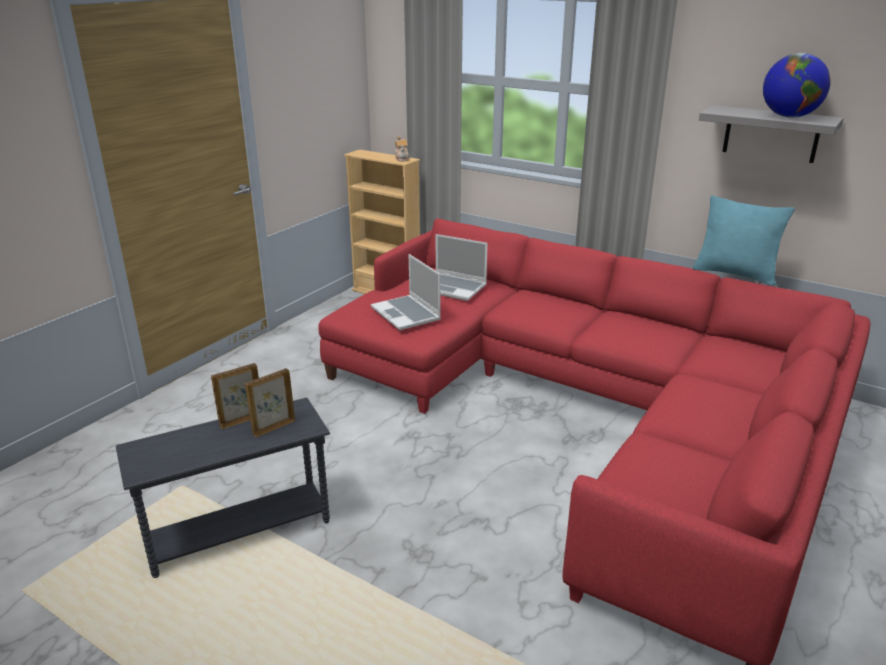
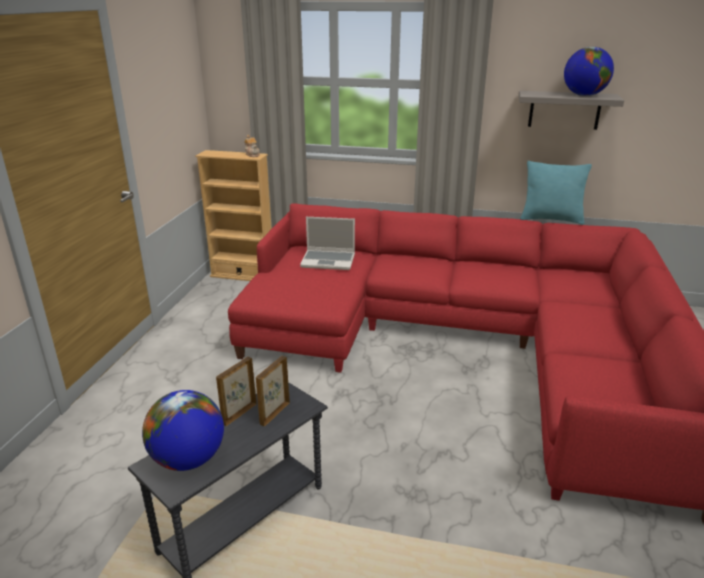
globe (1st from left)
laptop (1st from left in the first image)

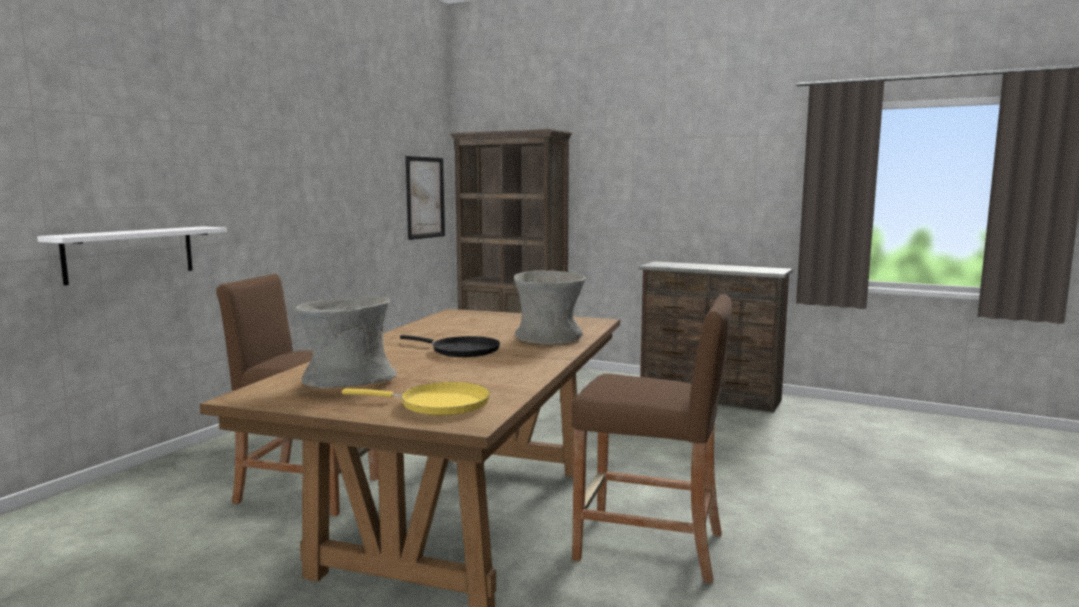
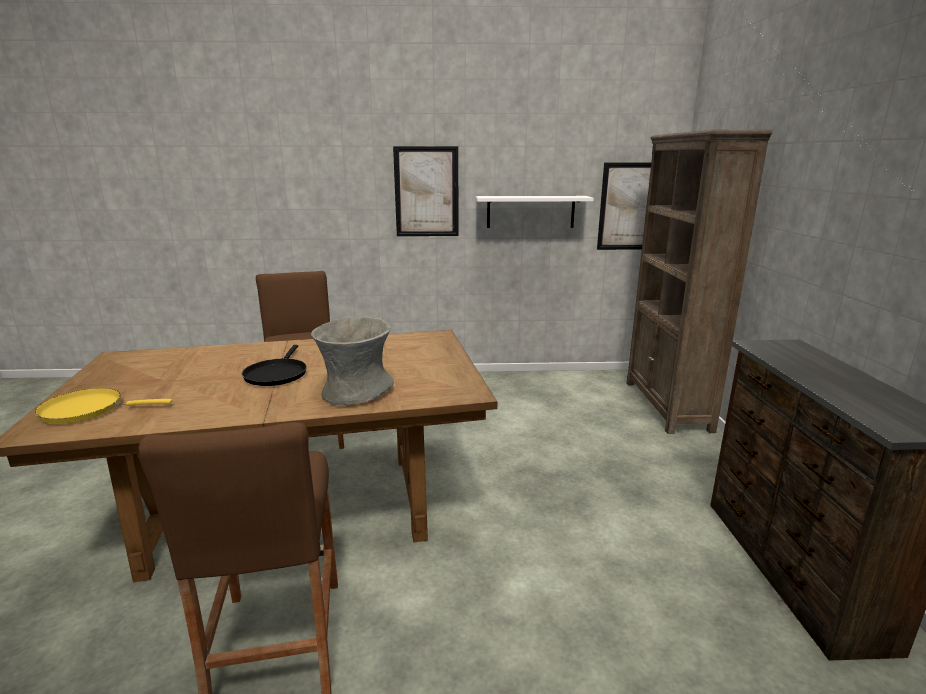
frying pan (yellow)
picture (1st from left)
shelf (white)
vase (grey) (1st from left in the first image)

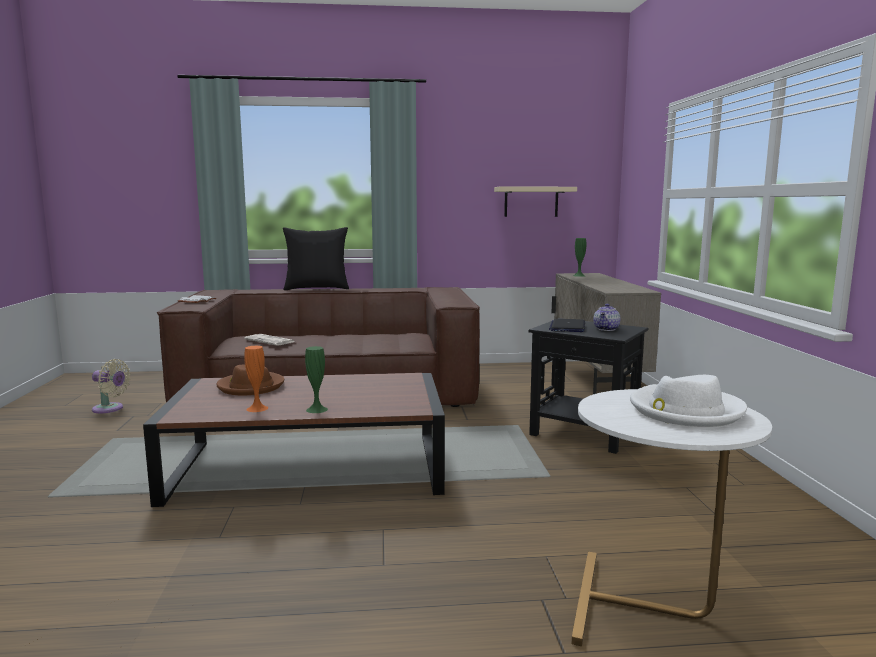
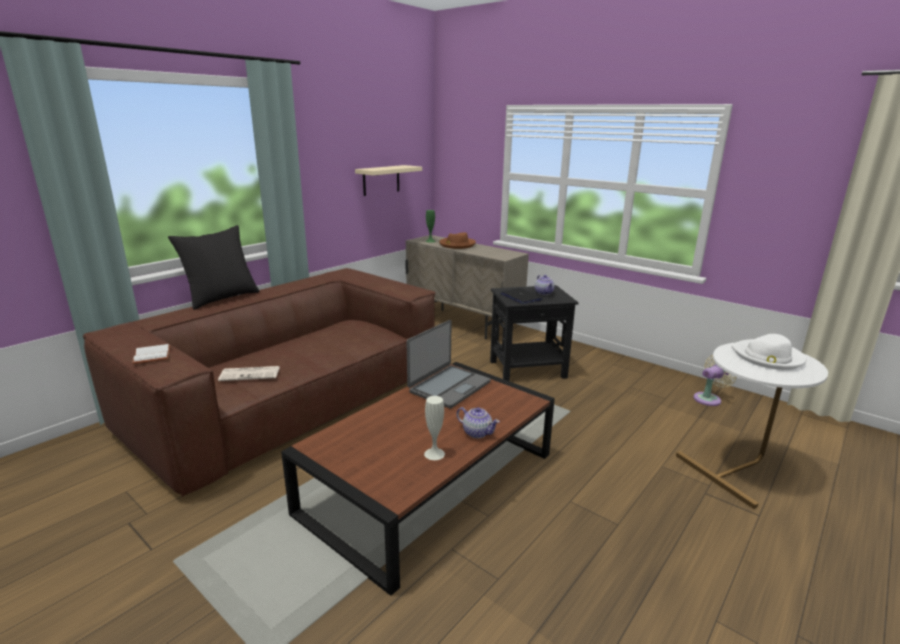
laptop (1st from left)
vase (white)
hat (brown)
teapot (1st from left)
fan (beige)

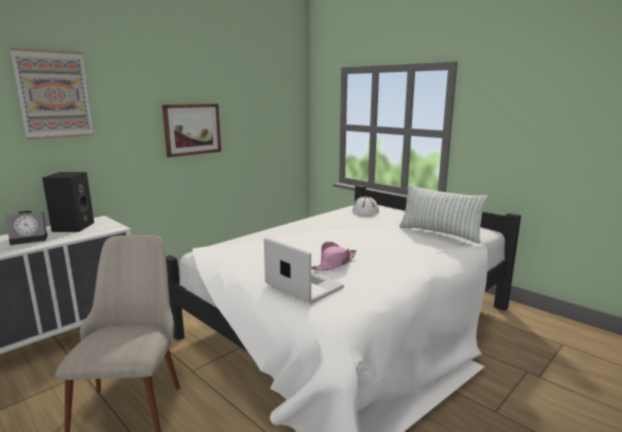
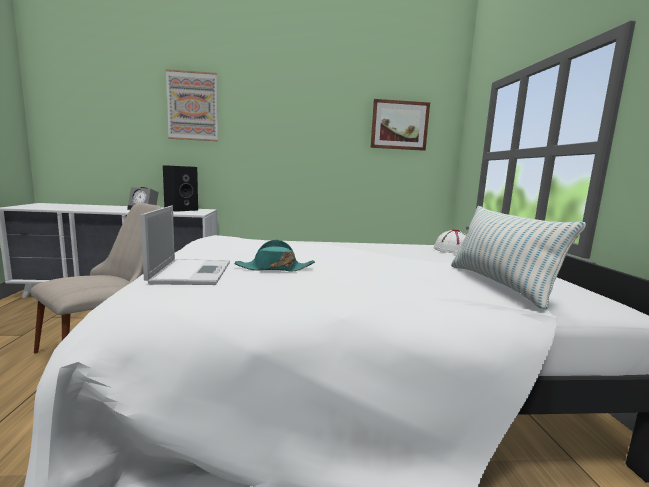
hat (turquoise)
picture (2nd from left)

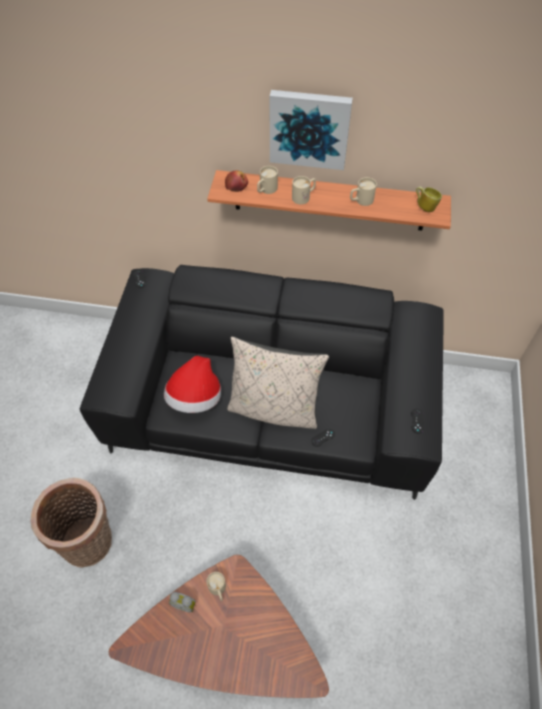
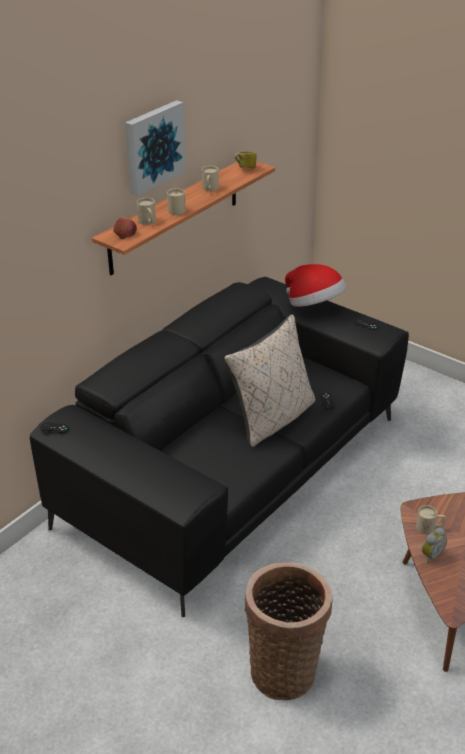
hat

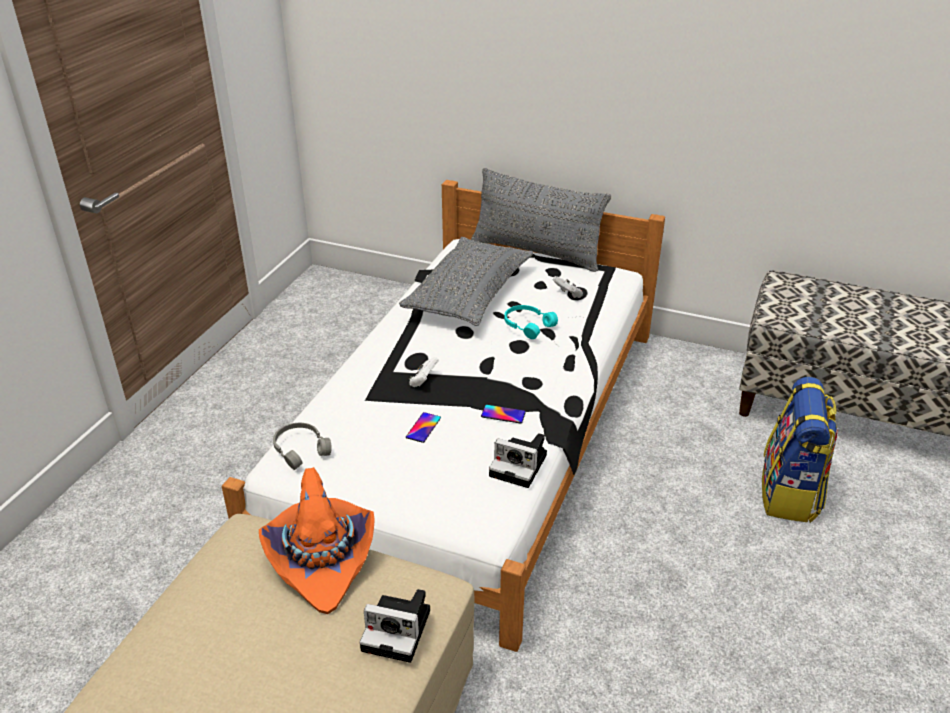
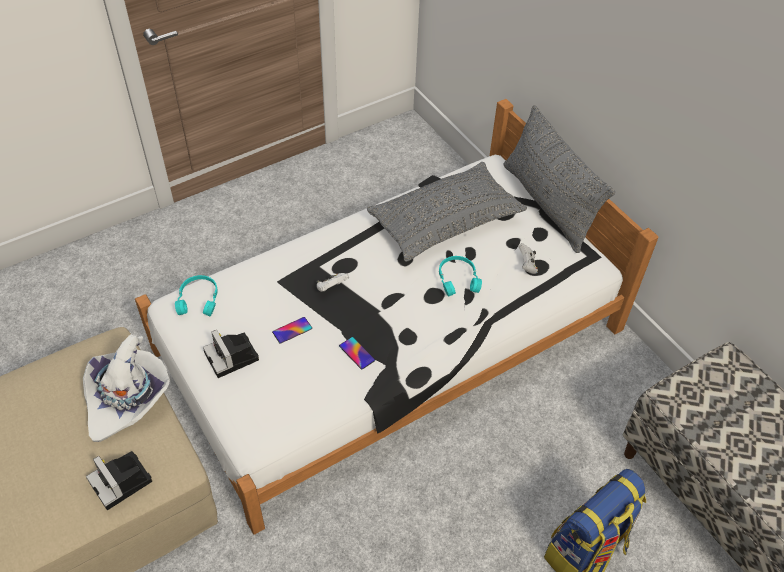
hat (white)
headphones (turquoise) (1st from left)
photo camera (2nd from left)

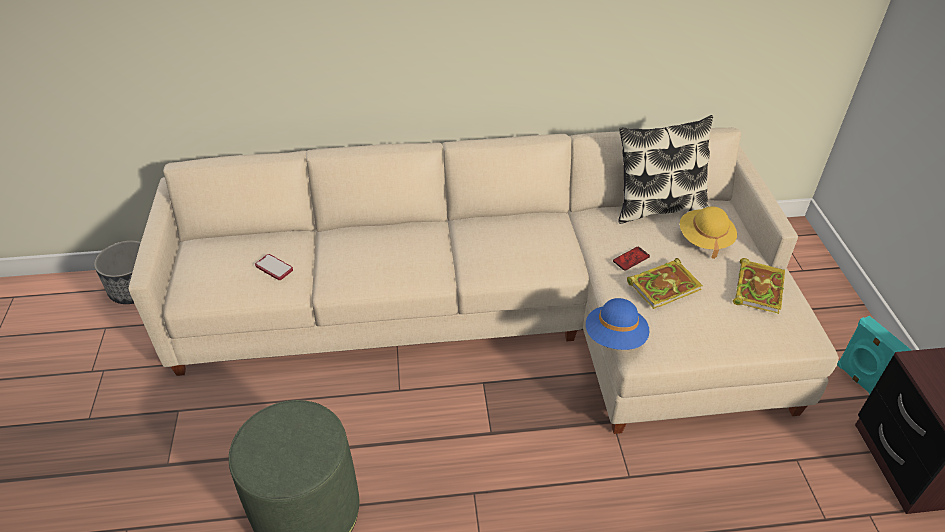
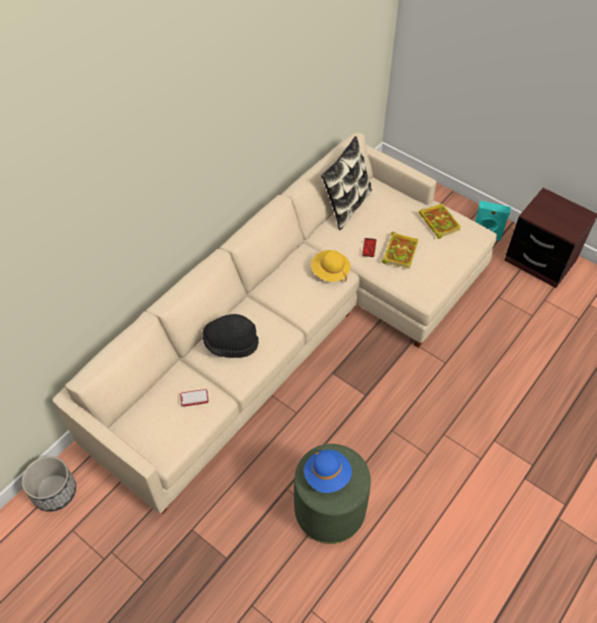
hat (black)
hat (blue)
hat (yellow)

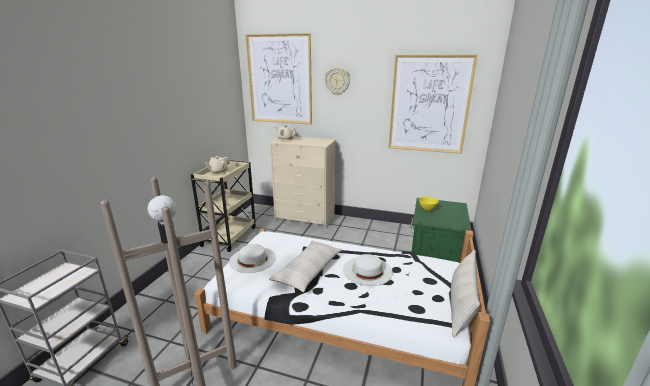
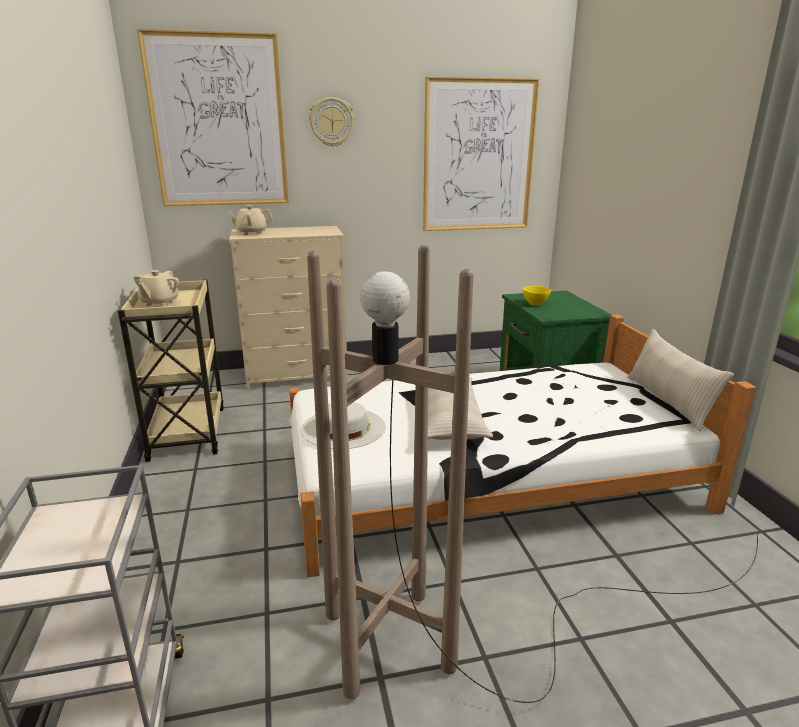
hat (white) (2nd from left in the first image)

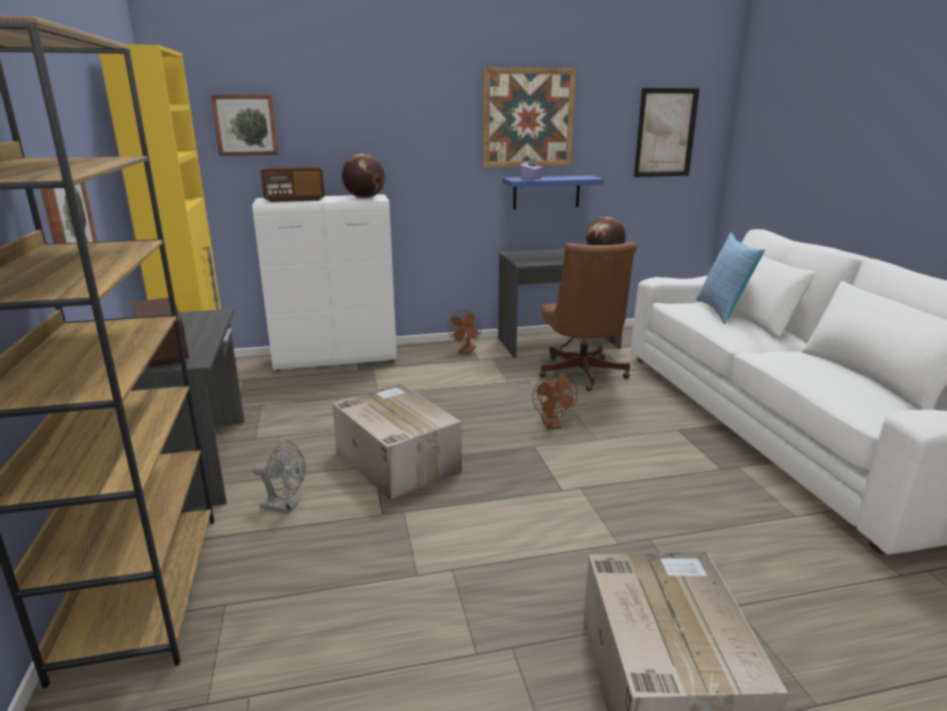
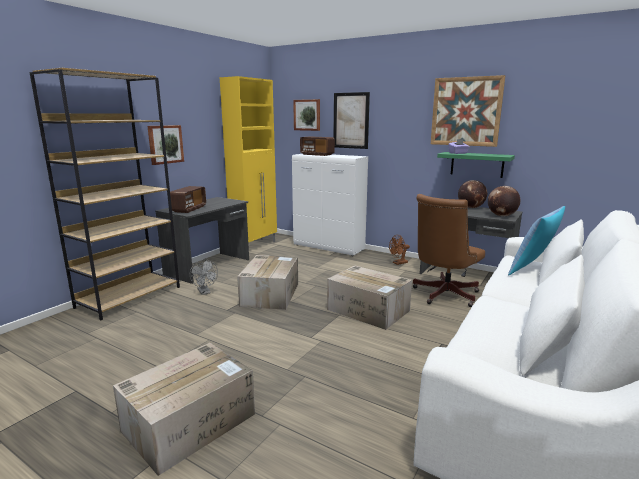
cardboard box (3rd from left)
picture (3rd from left)
shelf (green)
globe (1st from left)

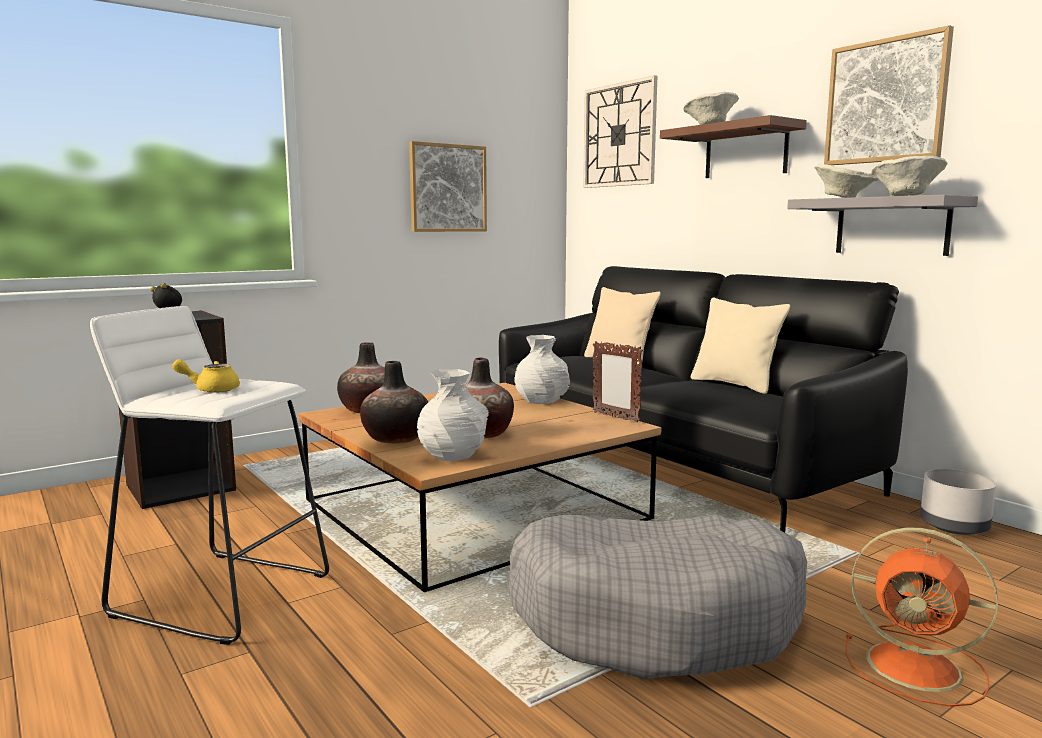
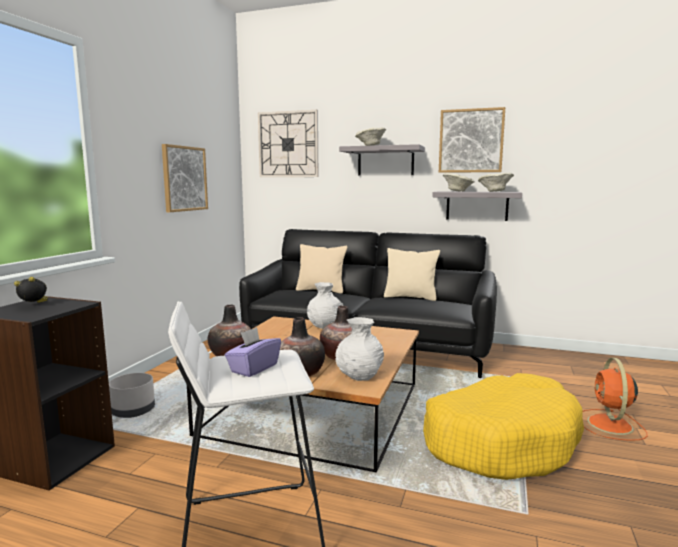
planter (grey)
tissue box (purple)
shelf (grey) (1st from left)
dog bed (yellow)
fan (orange)
picture frame

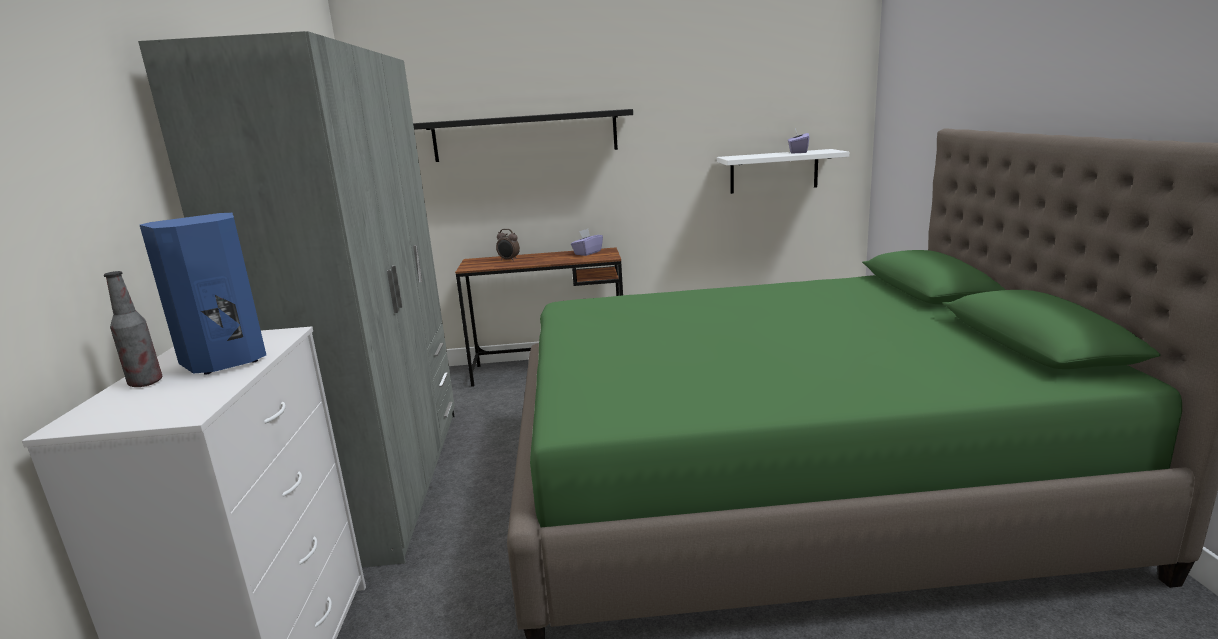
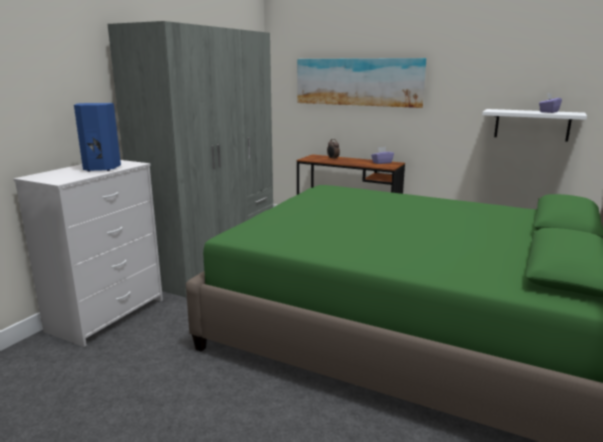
picture
bottle

